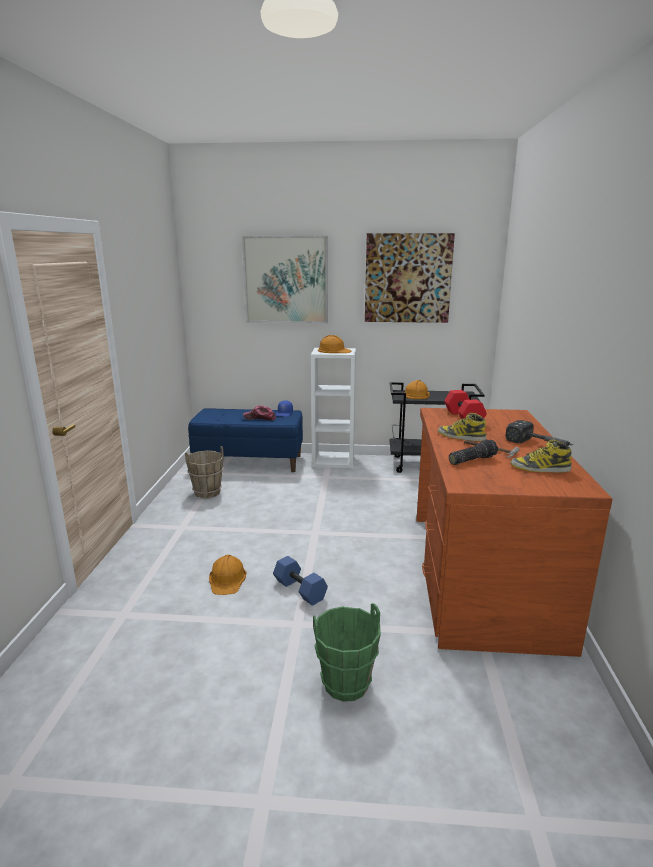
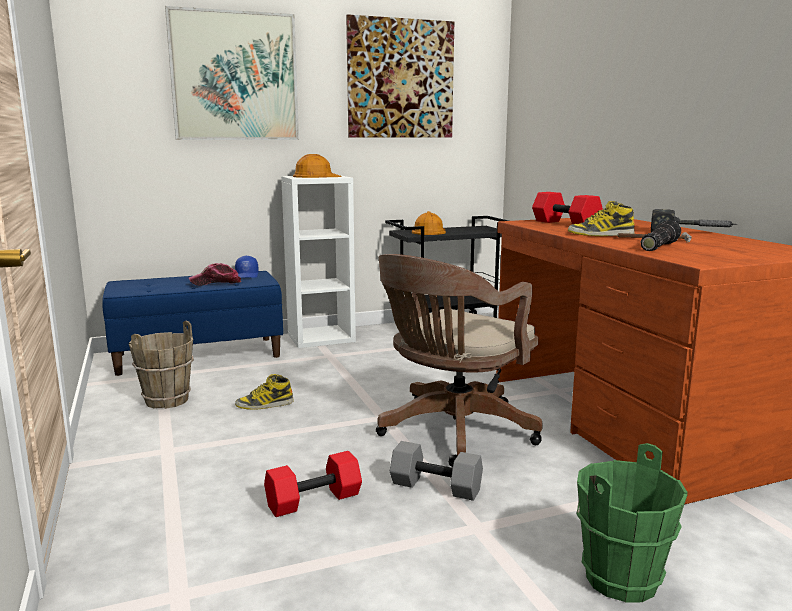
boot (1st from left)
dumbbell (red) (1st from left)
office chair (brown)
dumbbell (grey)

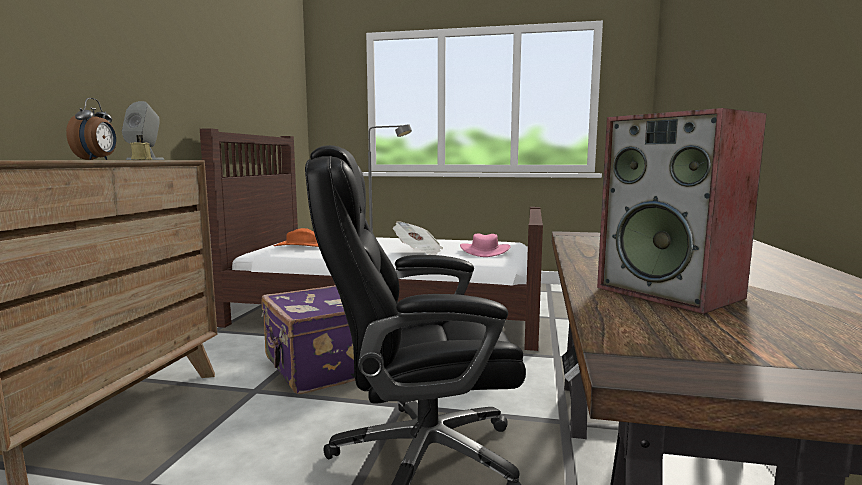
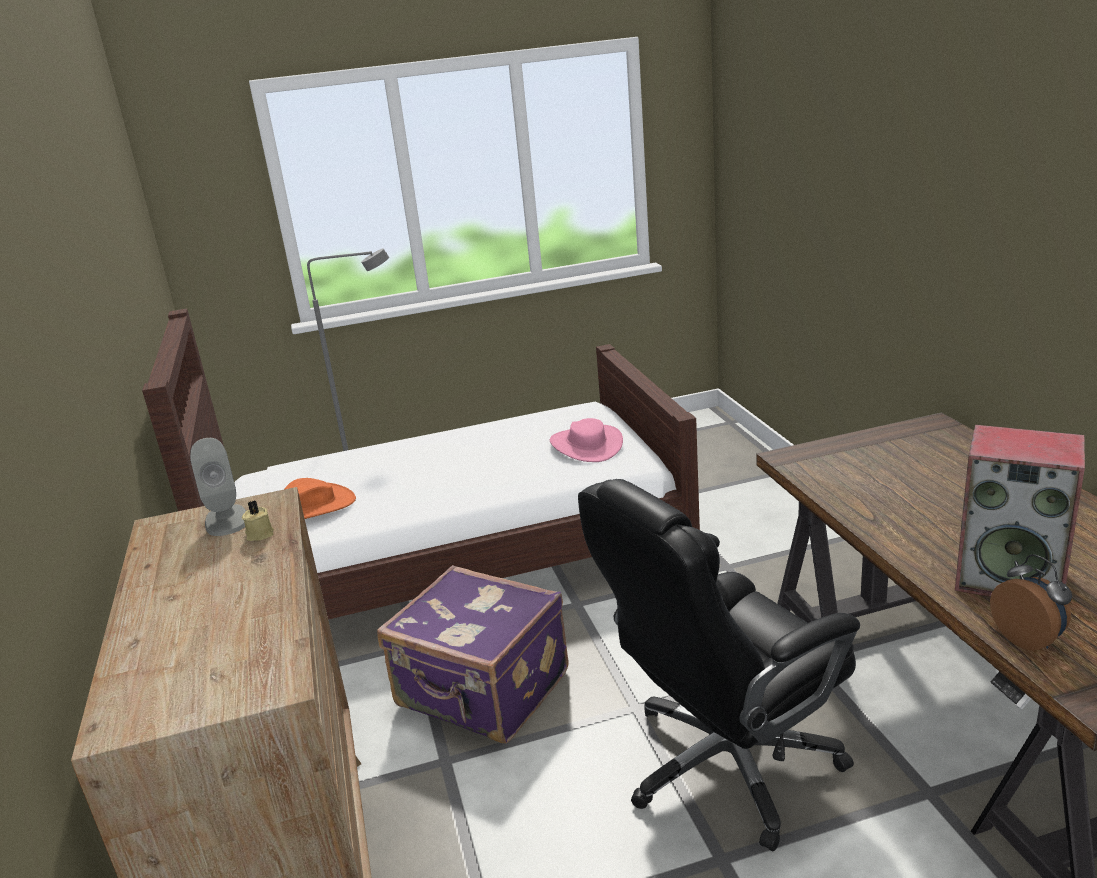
alarm clock
newspaper

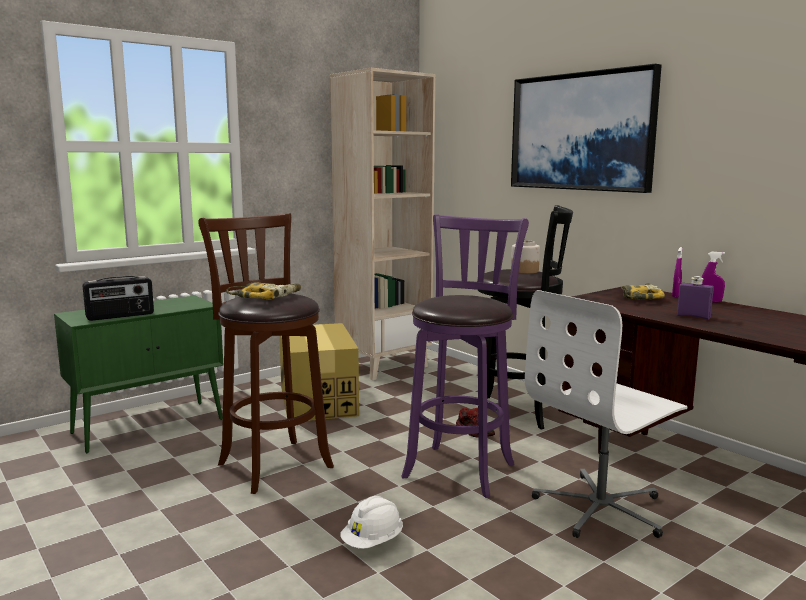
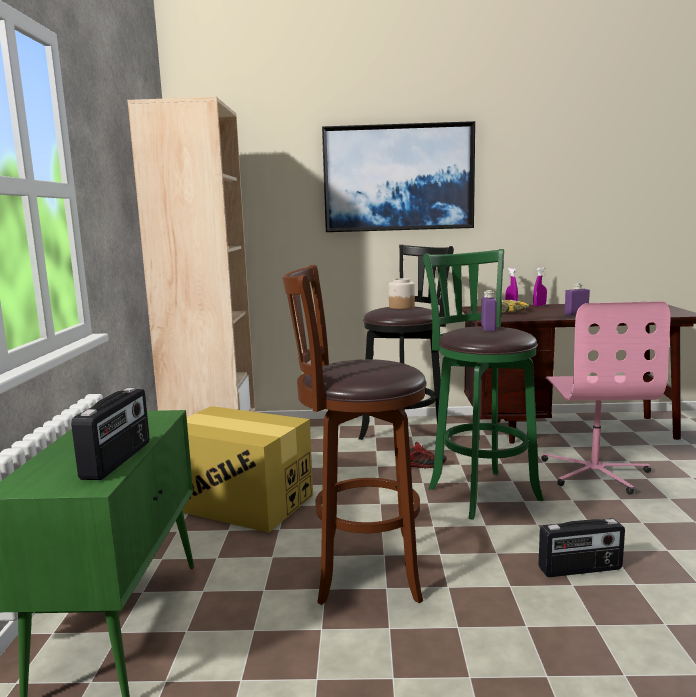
stool (green)
bottle (purple) (1st from left)
radio (2nd from left)
office chair (pink)
power drill (1st from left in the first image)

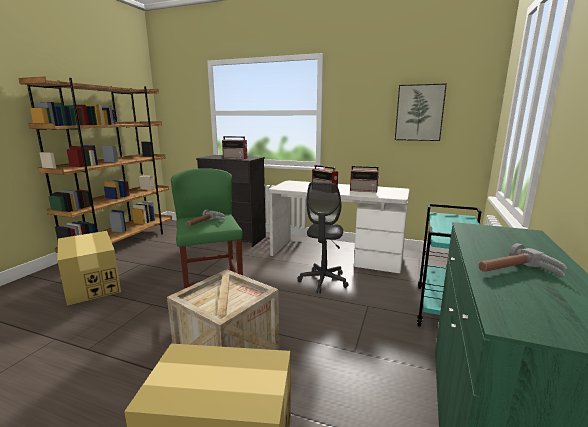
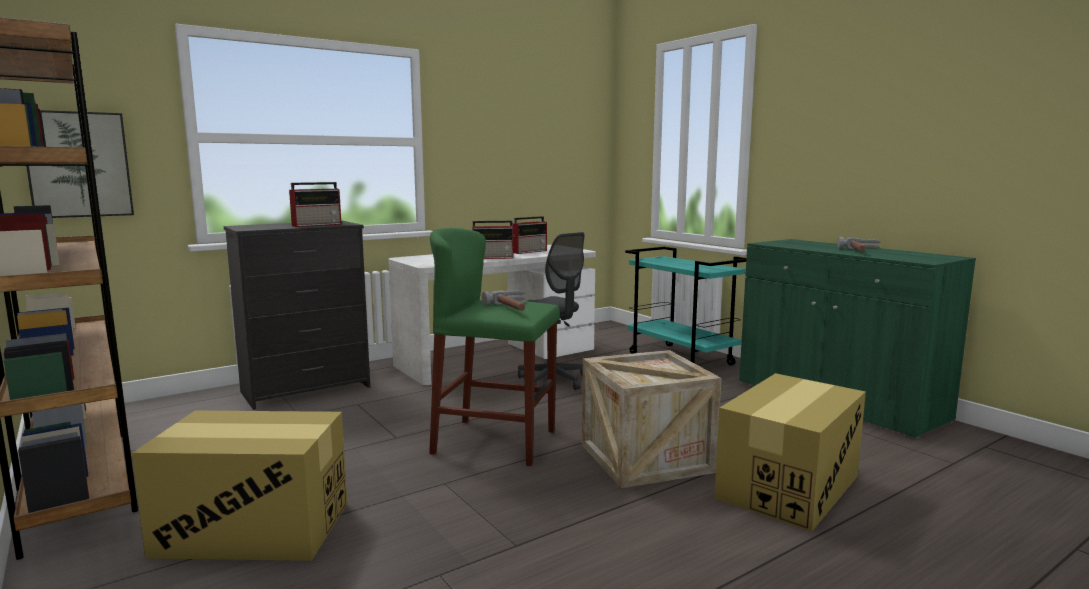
picture

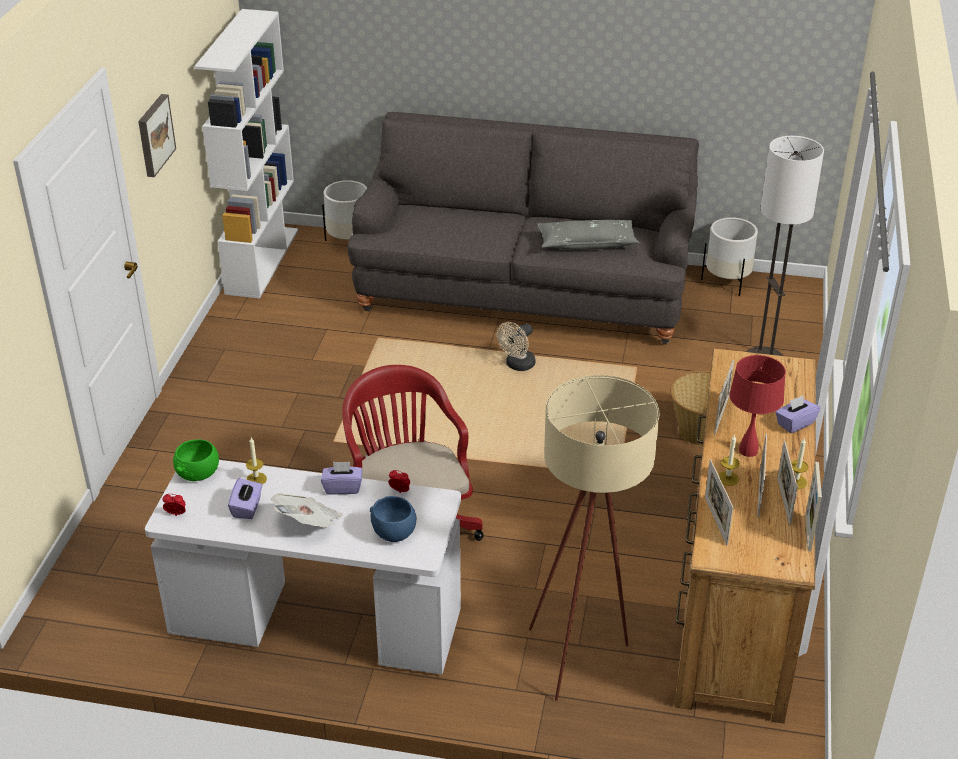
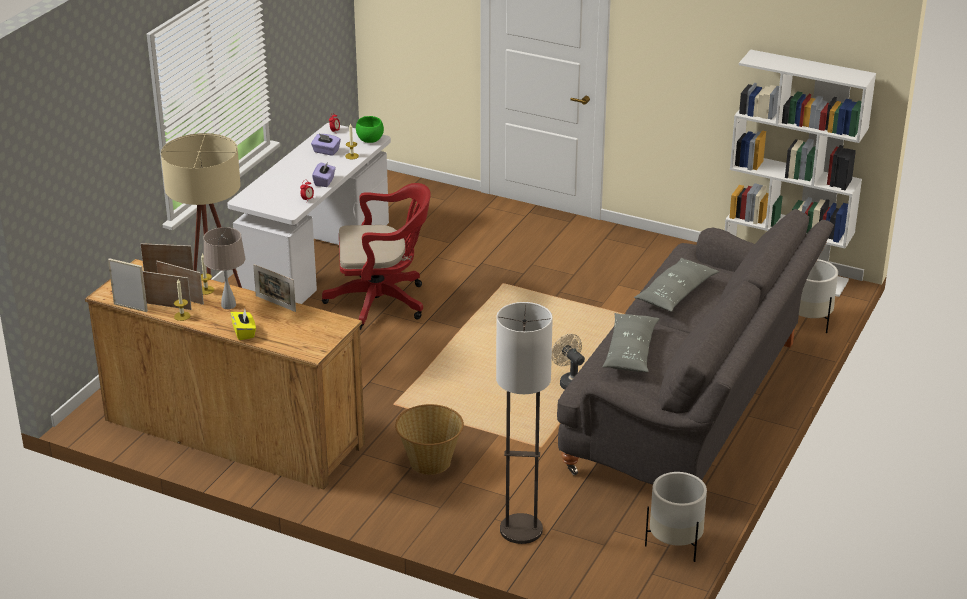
table lamp (beige)
tissue box (yellow)
pillow (grey) (2nd from left)
picture
newspaper
bowl (blue)

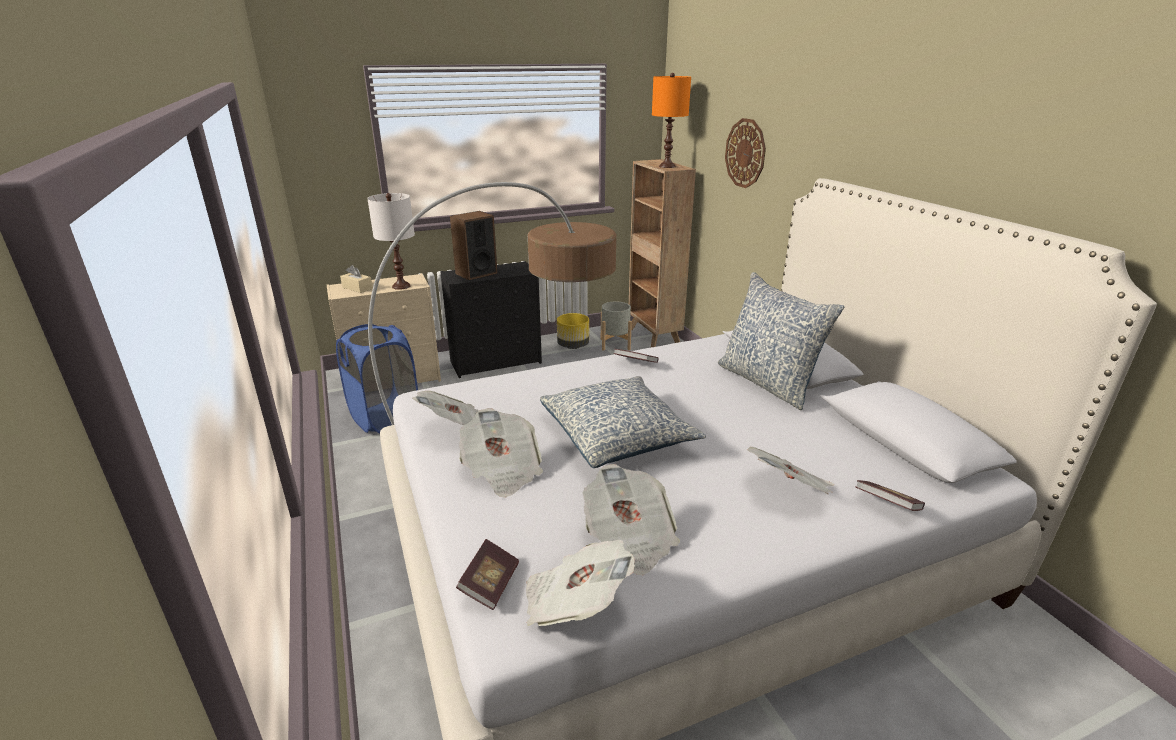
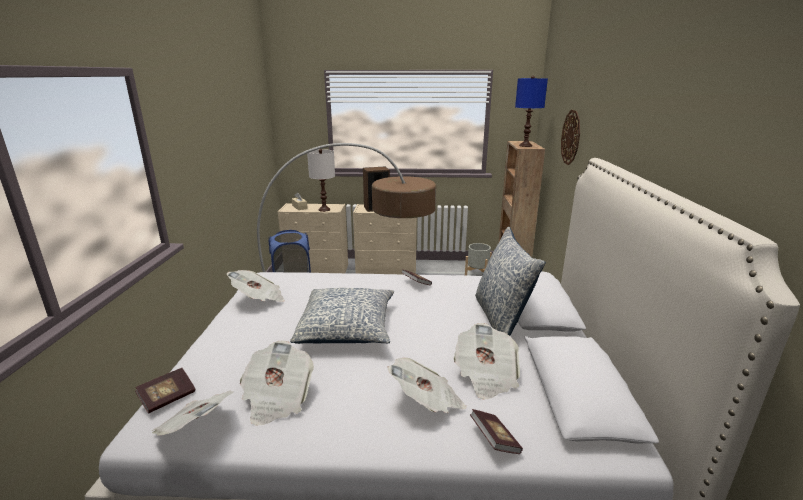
dresser (beige) (2nd from left)
newspaper (5th from left)
table lamp (blue)
planter (yellow)

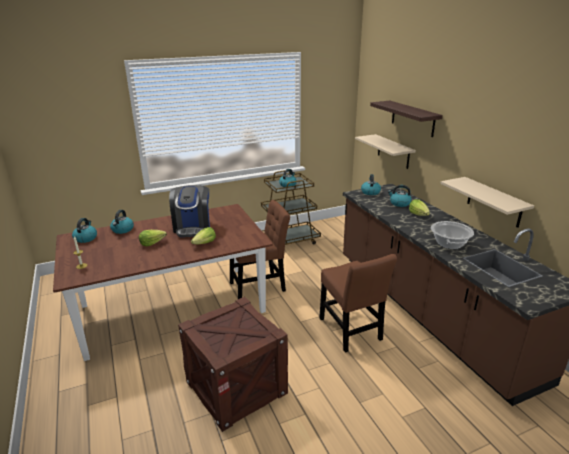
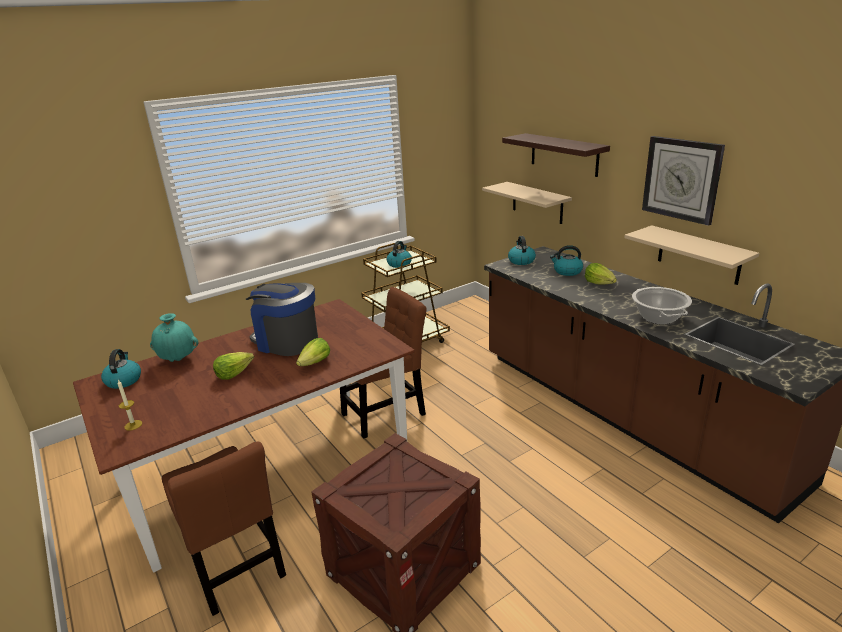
vase (turquoise)
chair (brown) (1st from left)
coffee machine
wall clock

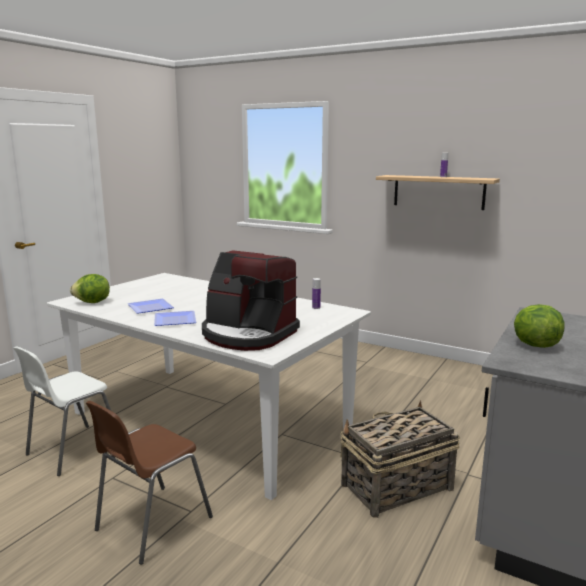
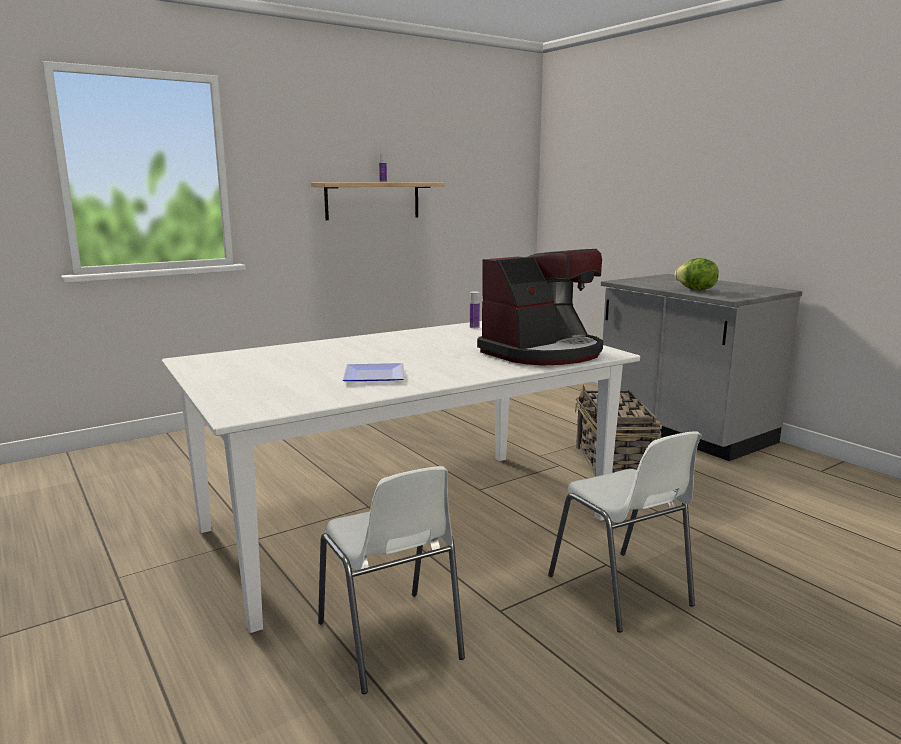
chair (white) (2nd from left)
lettuce (1st from left in the first image)
plate (2nd from left in the first image)

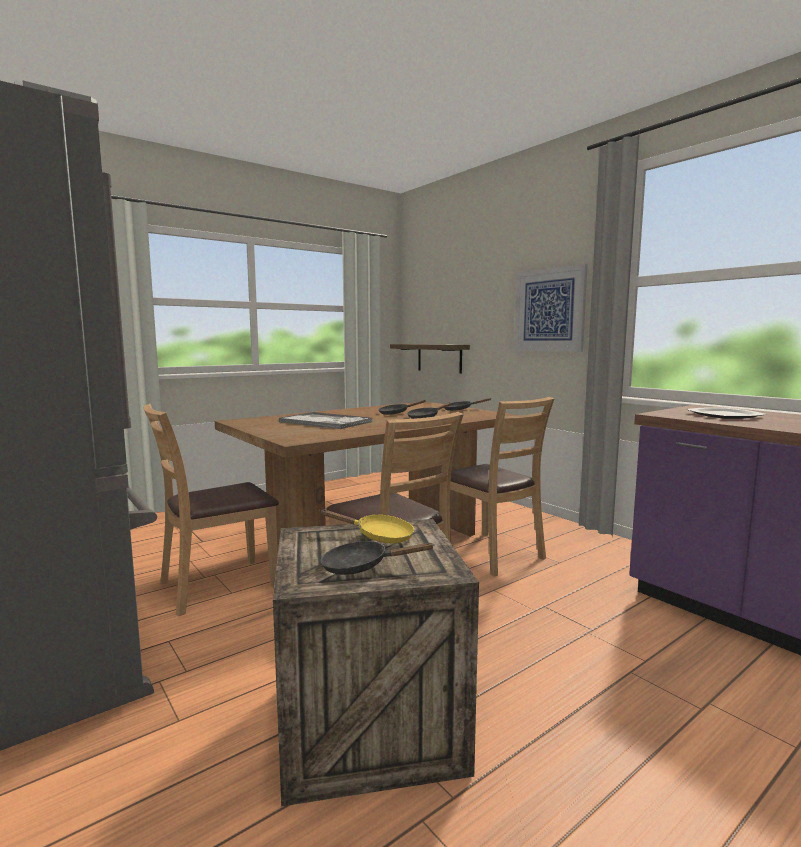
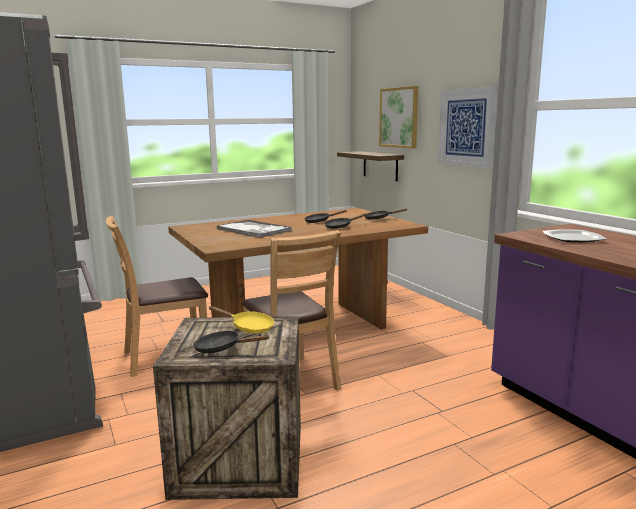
picture (1st from left)
chair (brown) (3rd from left in the first image)

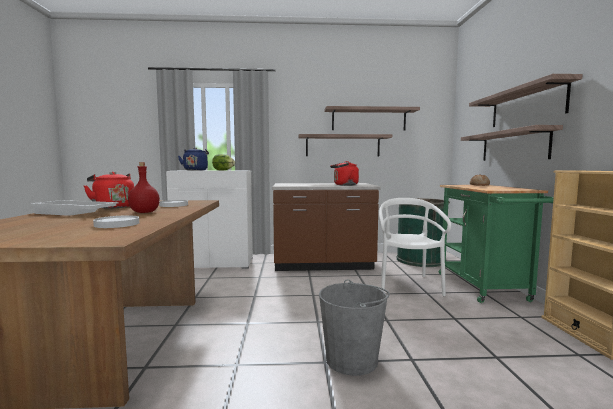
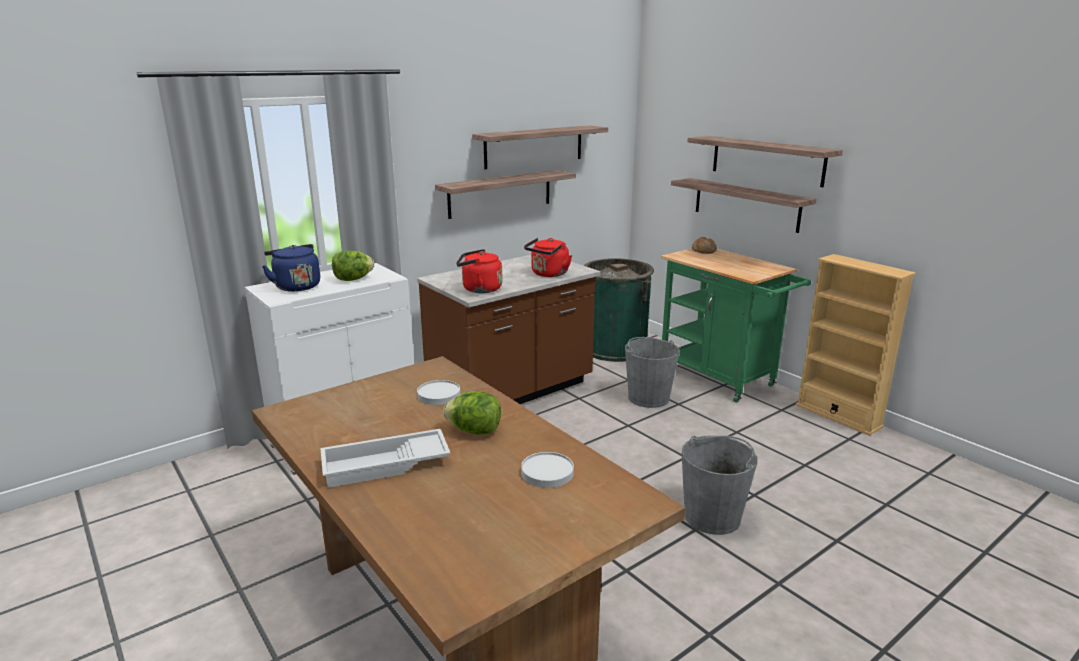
lettuce (2nd from left)
kettle (red) (1st from left)
bucket (grey) (1st from left)

